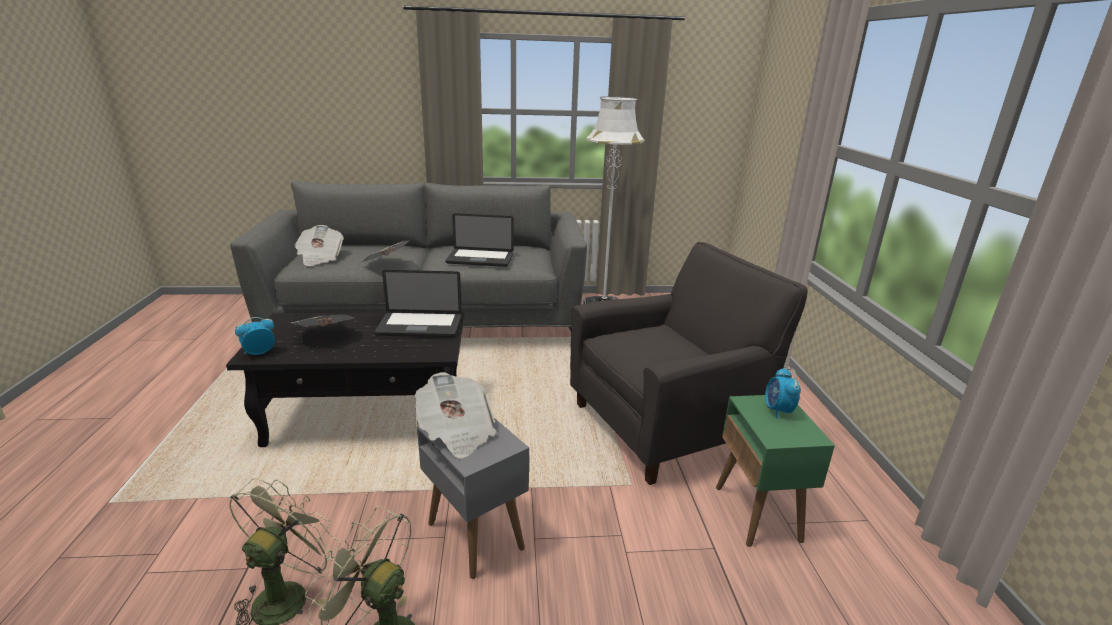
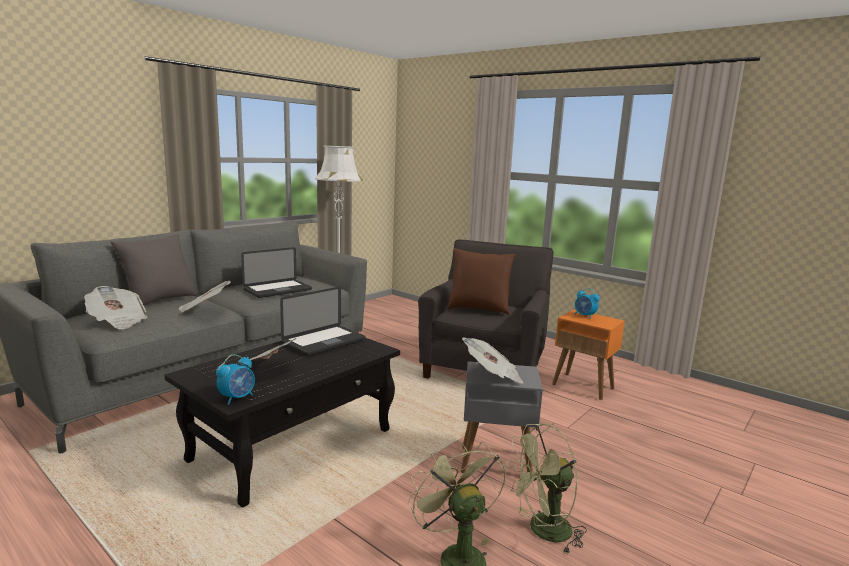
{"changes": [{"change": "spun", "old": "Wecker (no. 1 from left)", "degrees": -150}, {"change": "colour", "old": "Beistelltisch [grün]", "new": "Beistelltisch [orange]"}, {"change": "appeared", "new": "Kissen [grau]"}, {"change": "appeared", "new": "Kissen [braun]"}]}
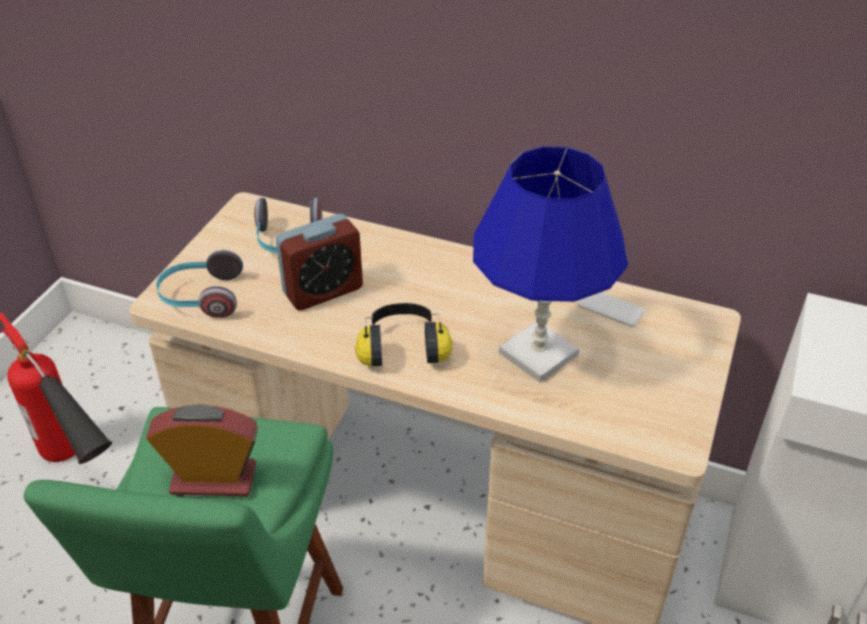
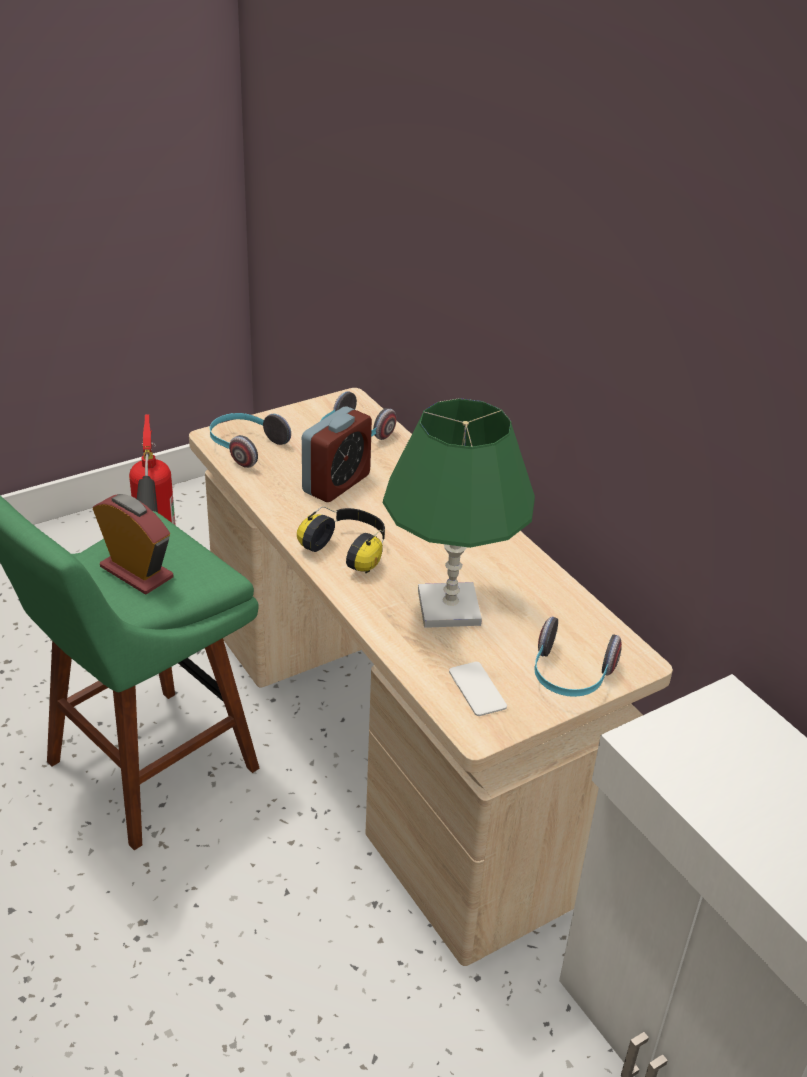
{"changes": [{"change": "spun", "old": "Wecker (no. 2 from left)", "degrees": -60}, {"change": "colour", "old": "Tischlampe [blau]", "new": "Tischlampe [grün]"}, {"change": "relocated", "old": "Handy"}, {"change": "appeared", "new": "Kopfhörer (no. 4 from left)"}]}
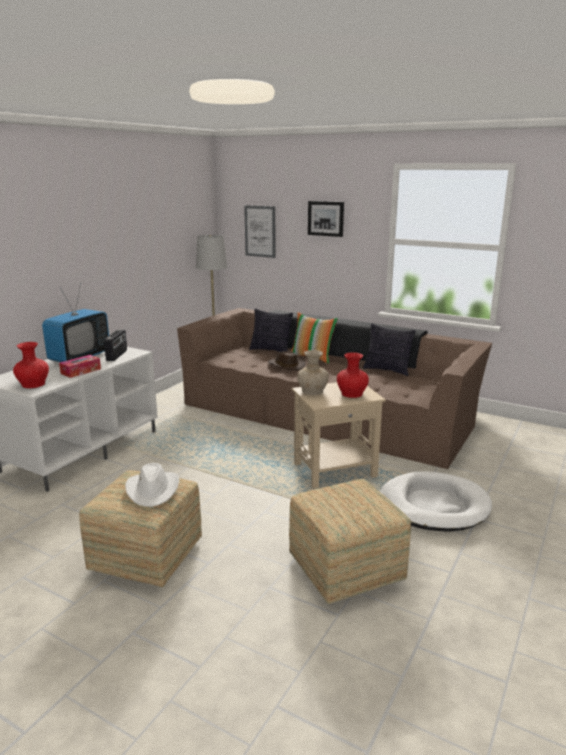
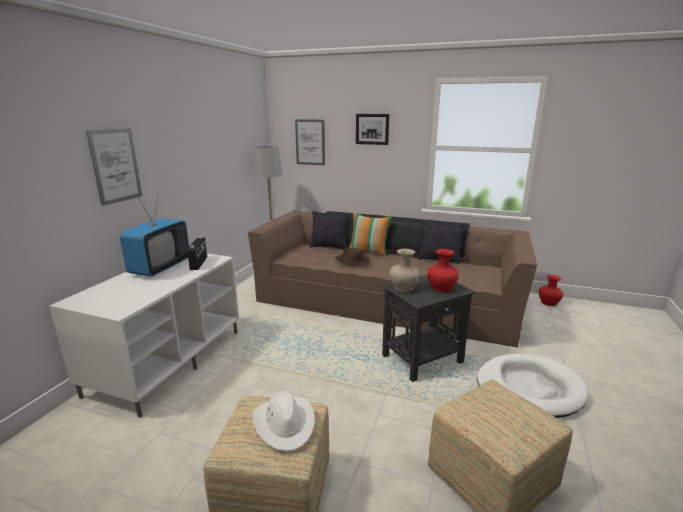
{"changes": [{"change": "relocated", "old": "Vase [rot] (no. 1 from left in the first image)", "new": "Vase [rot] (no. 2 from left)"}, {"change": "missing", "old": "Taschentuchbox"}, {"change": "colour", "old": "Beistelltisch [beige]", "new": "Beistelltisch [schwarz]"}, {"change": "appeared", "new": "Bild (no. 1 from left)"}]}
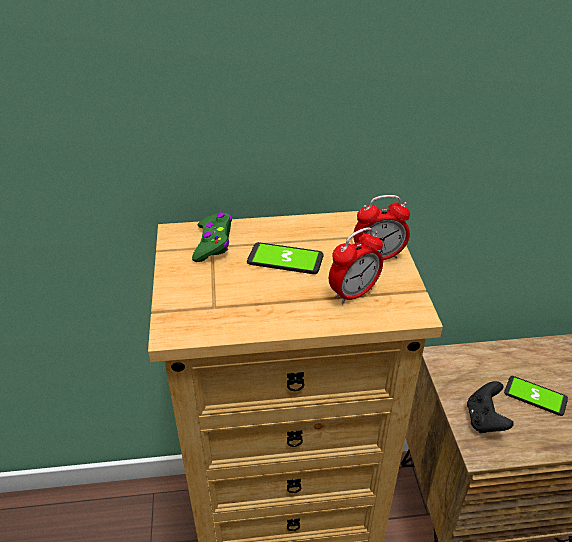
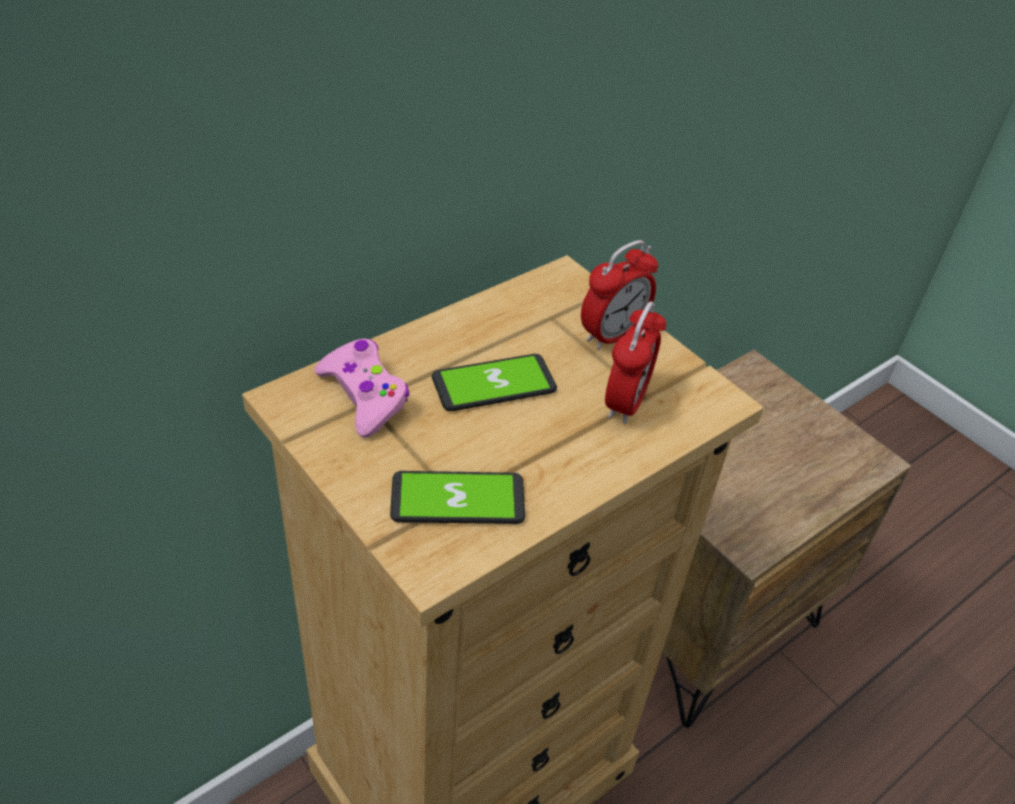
{"changes": [{"change": "colour", "old": "Gamepad [grün]", "new": "Gamepad [rosa]"}, {"change": "missing", "old": "Gamepad [schwarz]"}, {"change": "relocated", "old": "Handy (no. 2 from left in the first image)", "new": "Handy (no. 1 from left)"}]}
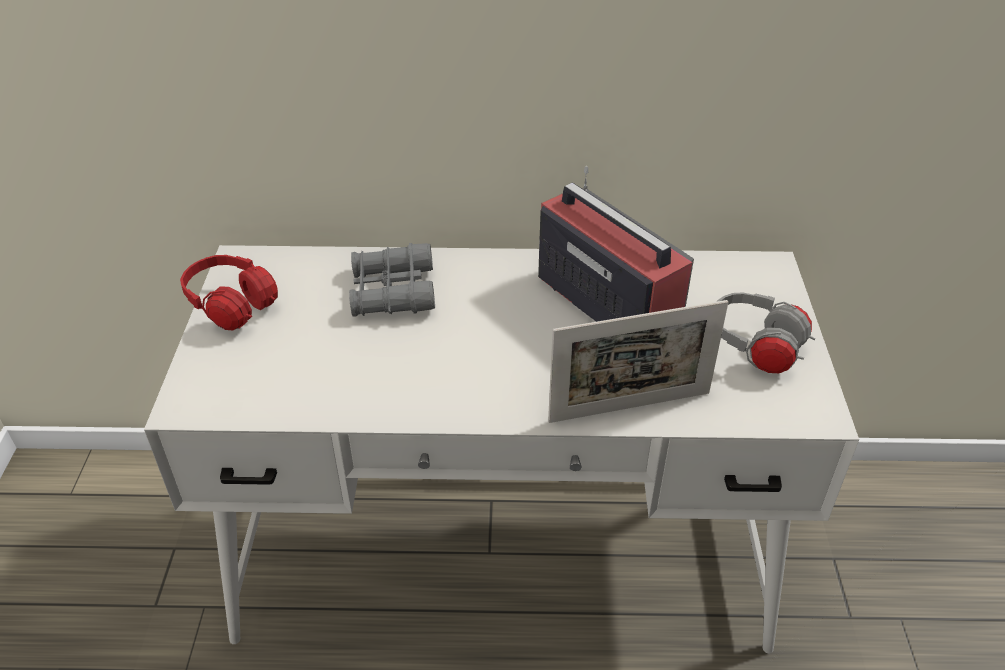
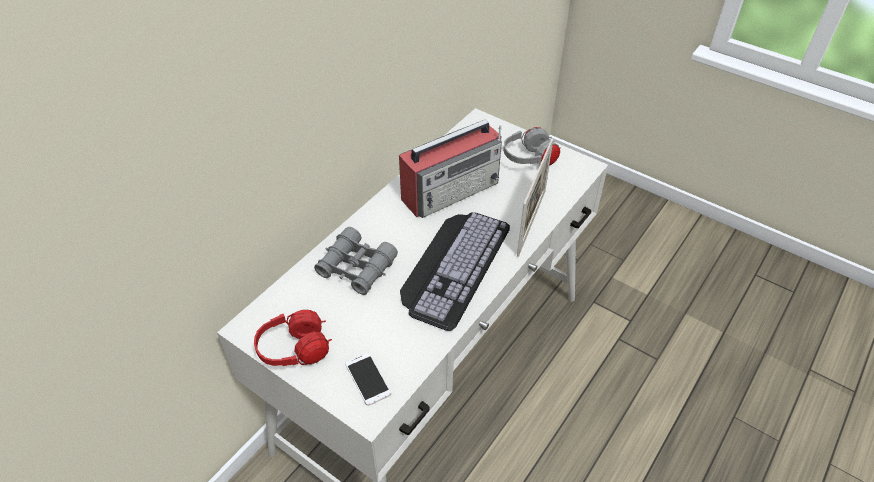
{"changes": [{"change": "spun", "old": "Radio", "degrees": 150}, {"change": "appeared", "new": "Handy"}, {"change": "appeared", "new": "Tastatur"}]}
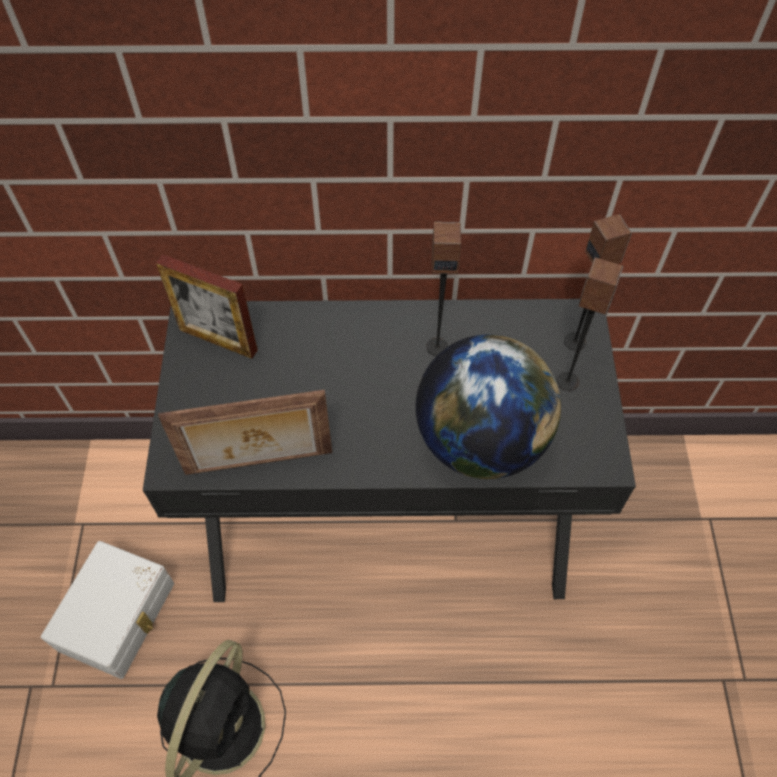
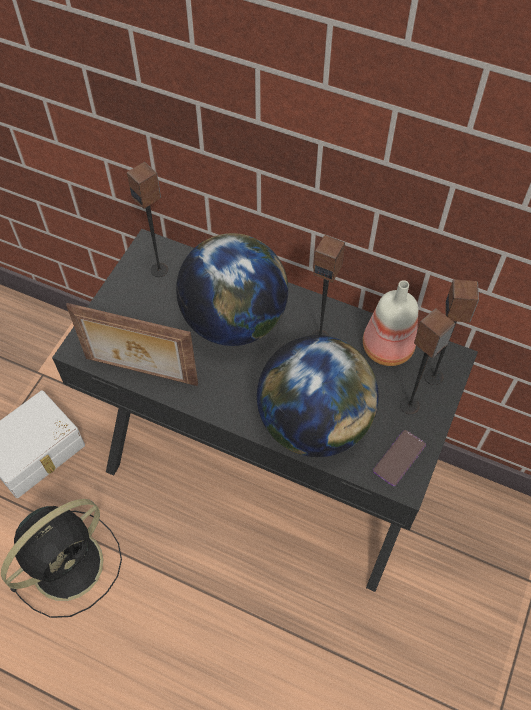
{"changes": [{"change": "exchanged", "old": "Bilderrahmen (no. 1 from left)", "new": "Lautsprecher (no. 1 from left)"}, {"change": "appeared", "new": "Globus (no. 1 from left)"}, {"change": "appeared", "new": "Flasche"}, {"change": "appeared", "new": "Handy"}]}
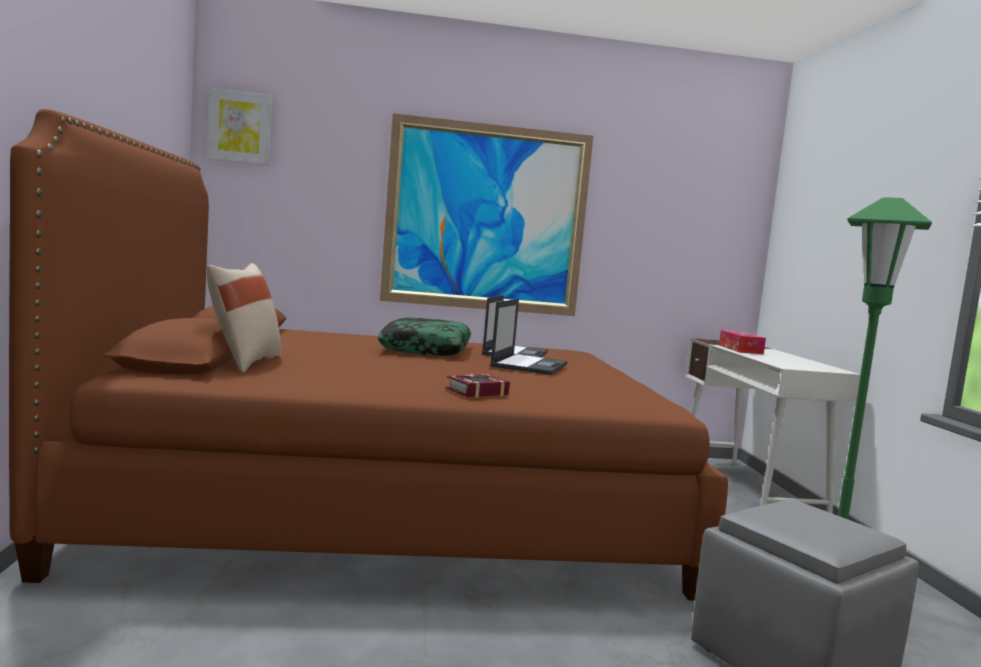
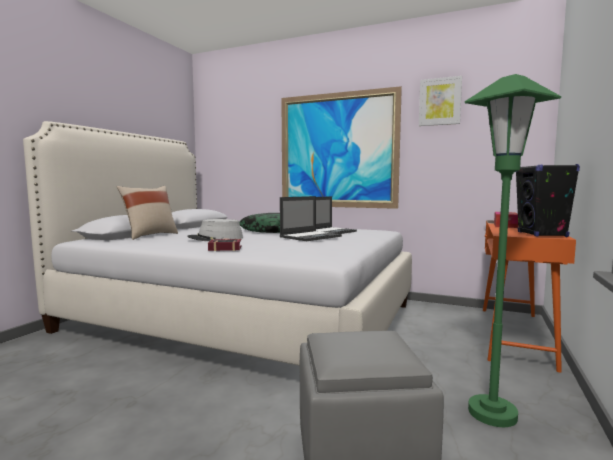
{"changes": [{"change": "colour", "old": "Bett [braun]", "new": "Bett [weiß]"}, {"change": "relocated", "old": "Bild (no. 1 from left in the first image)", "new": "Bild (no. 2 from left)"}, {"change": "colour", "old": "Schreibtisch [weiß]", "new": "Schreibtisch [orange]"}, {"change": "appeared", "new": "Hut [grau]"}, {"change": "appeared", "new": "Lautsprecher [schwarz]"}]}
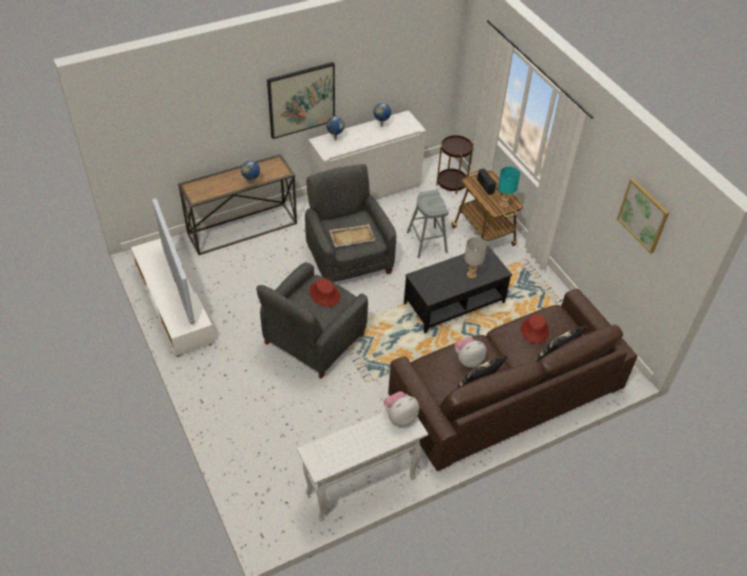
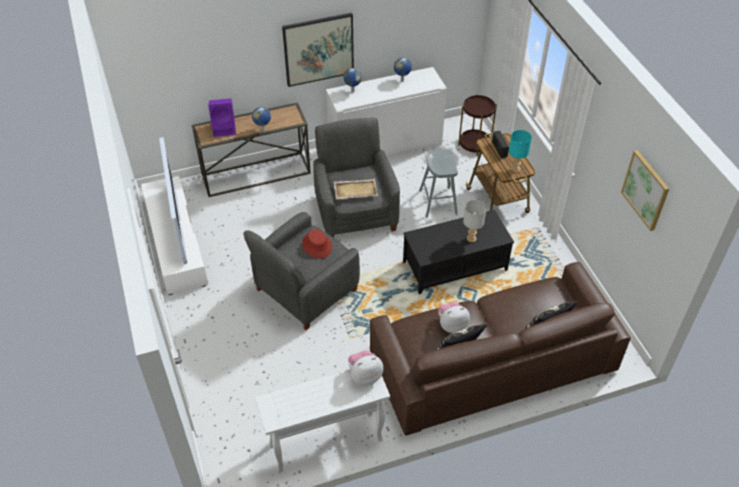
{"changes": [{"change": "missing", "old": "Hut [rot] (no. 2 from left)"}, {"change": "appeared", "new": "Lautsprecher [lila]"}]}
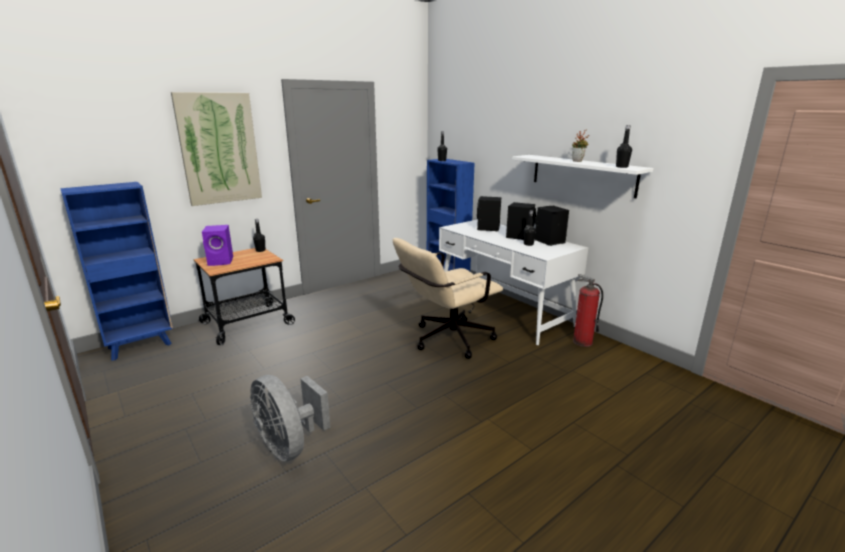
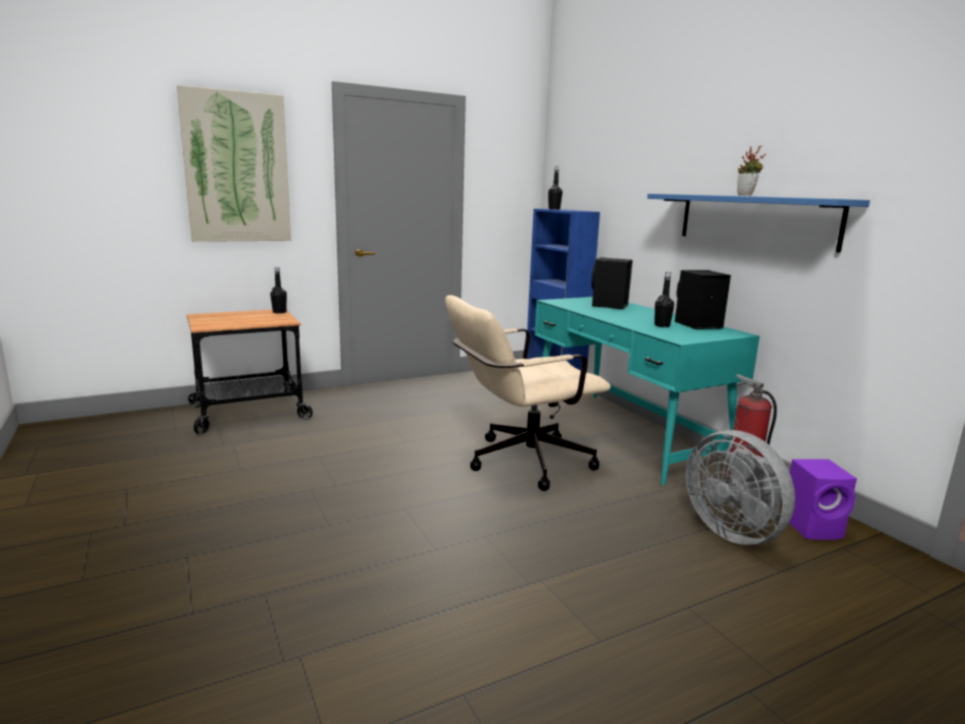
{"changes": [{"change": "missing", "old": "Bücherregal [blau] (no. 1 from left)"}, {"change": "relocated", "old": "Lautsprecher [lila]"}, {"change": "relocated", "old": "Ventilator [grau]"}, {"change": "colour", "old": "Schreibtisch [weiß]", "new": "Schreibtisch [türkis]"}, {"change": "missing", "old": "Lautsprecher [schwarz] (no. 2 from left)"}, {"change": "colour", "old": "Wandregal [weiß]", "new": "Wandregal [blau]"}, {"change": "missing", "old": "Flasche [schwarz] (no. 4 from left)"}]}
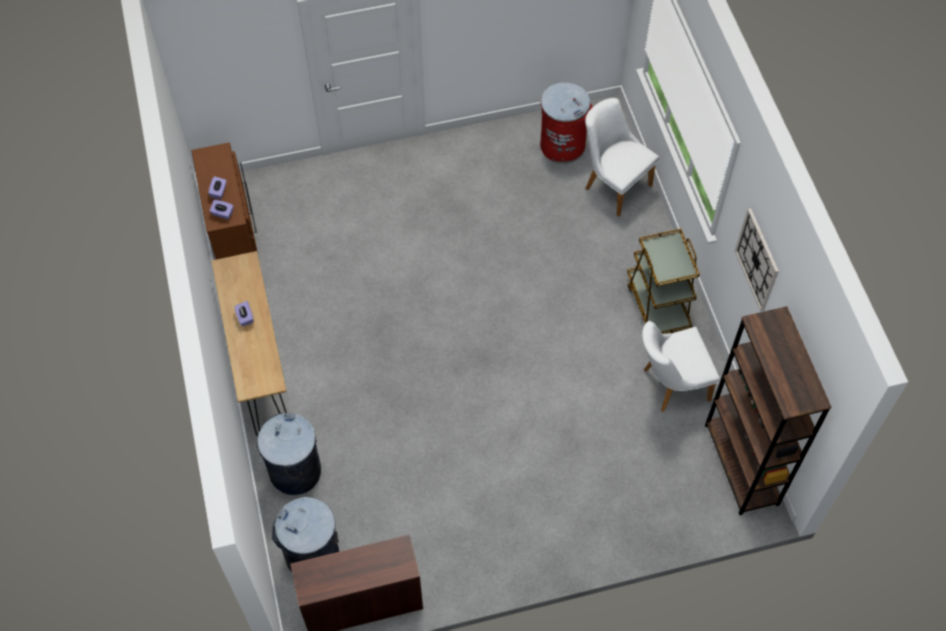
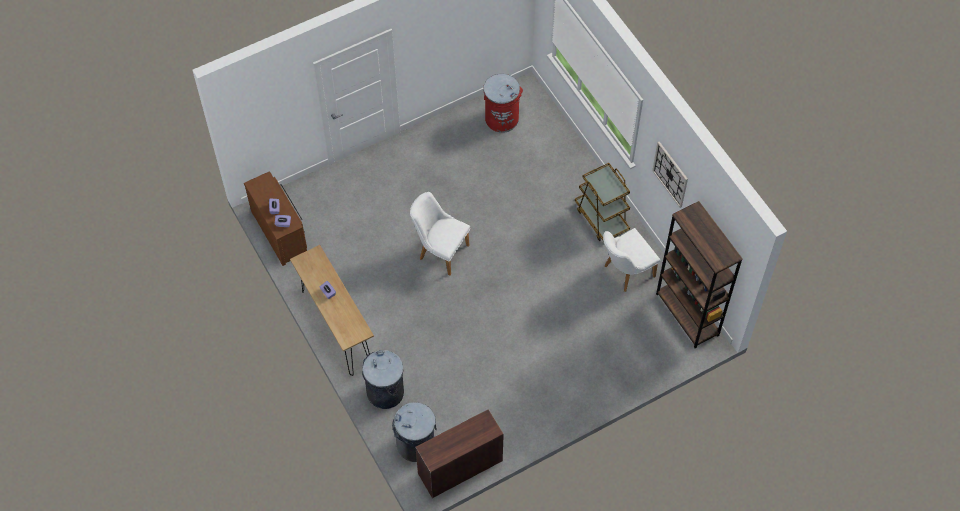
{"changes": [{"change": "relocated", "old": "Stuhl [weiß] (no. 1 from left)"}]}
